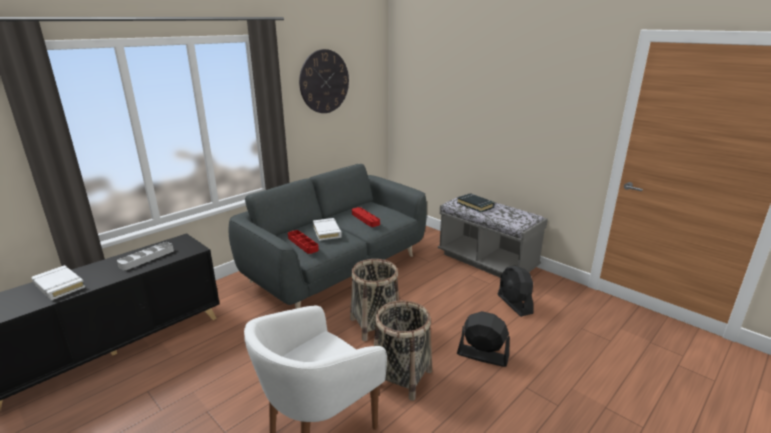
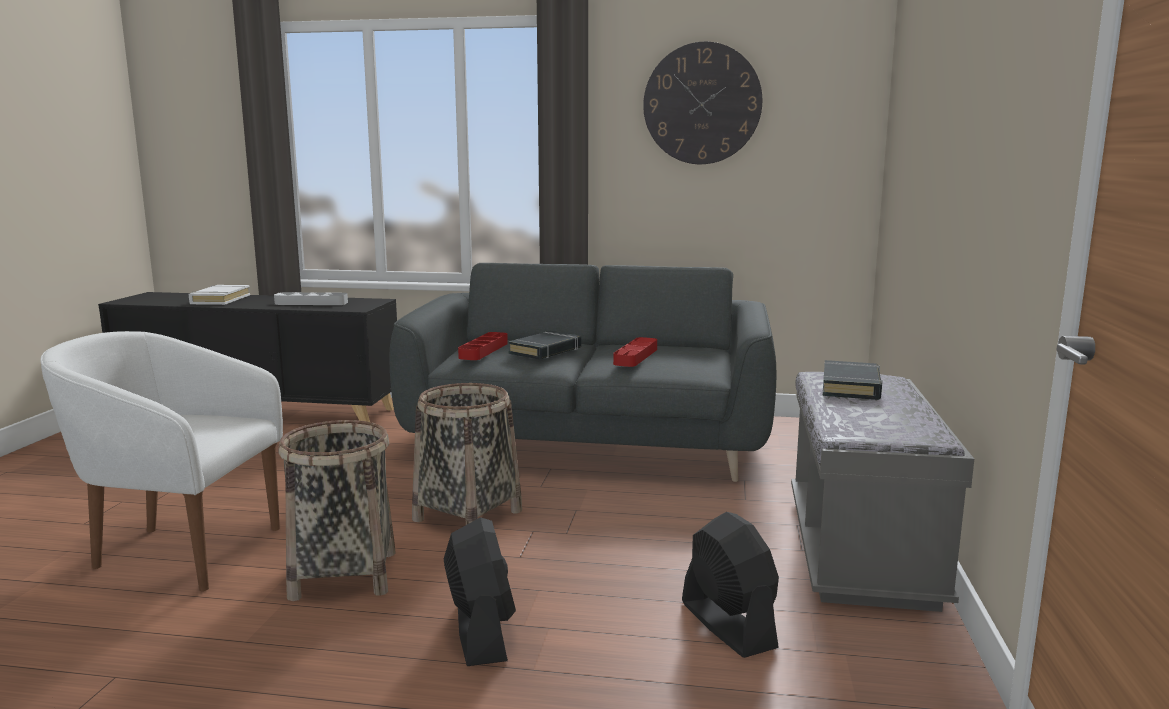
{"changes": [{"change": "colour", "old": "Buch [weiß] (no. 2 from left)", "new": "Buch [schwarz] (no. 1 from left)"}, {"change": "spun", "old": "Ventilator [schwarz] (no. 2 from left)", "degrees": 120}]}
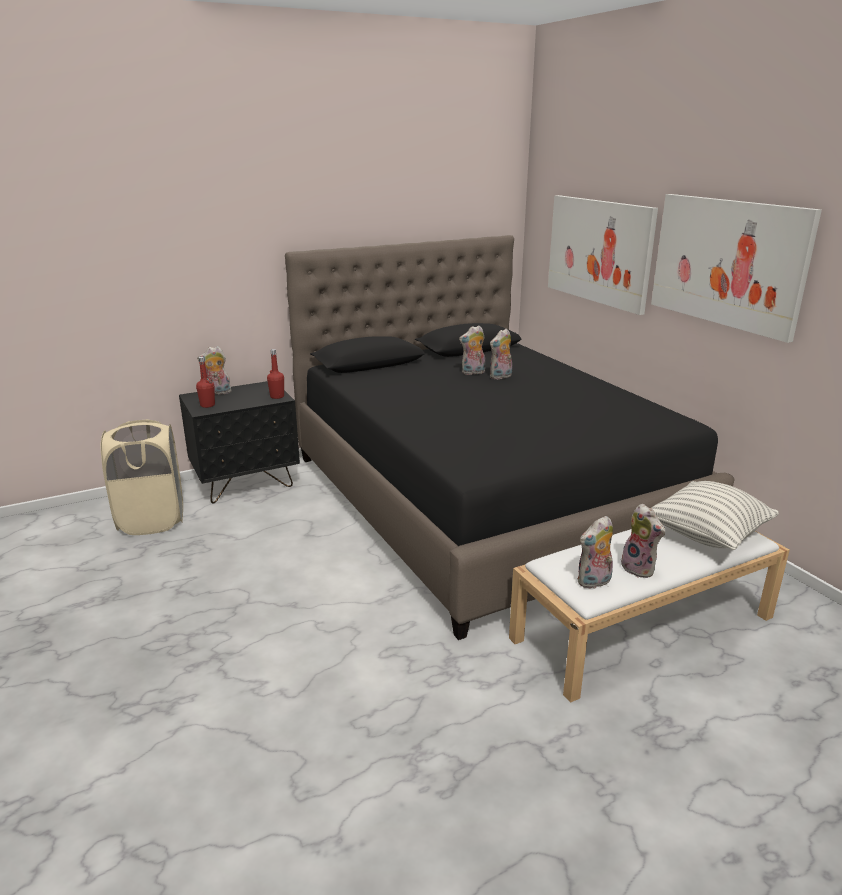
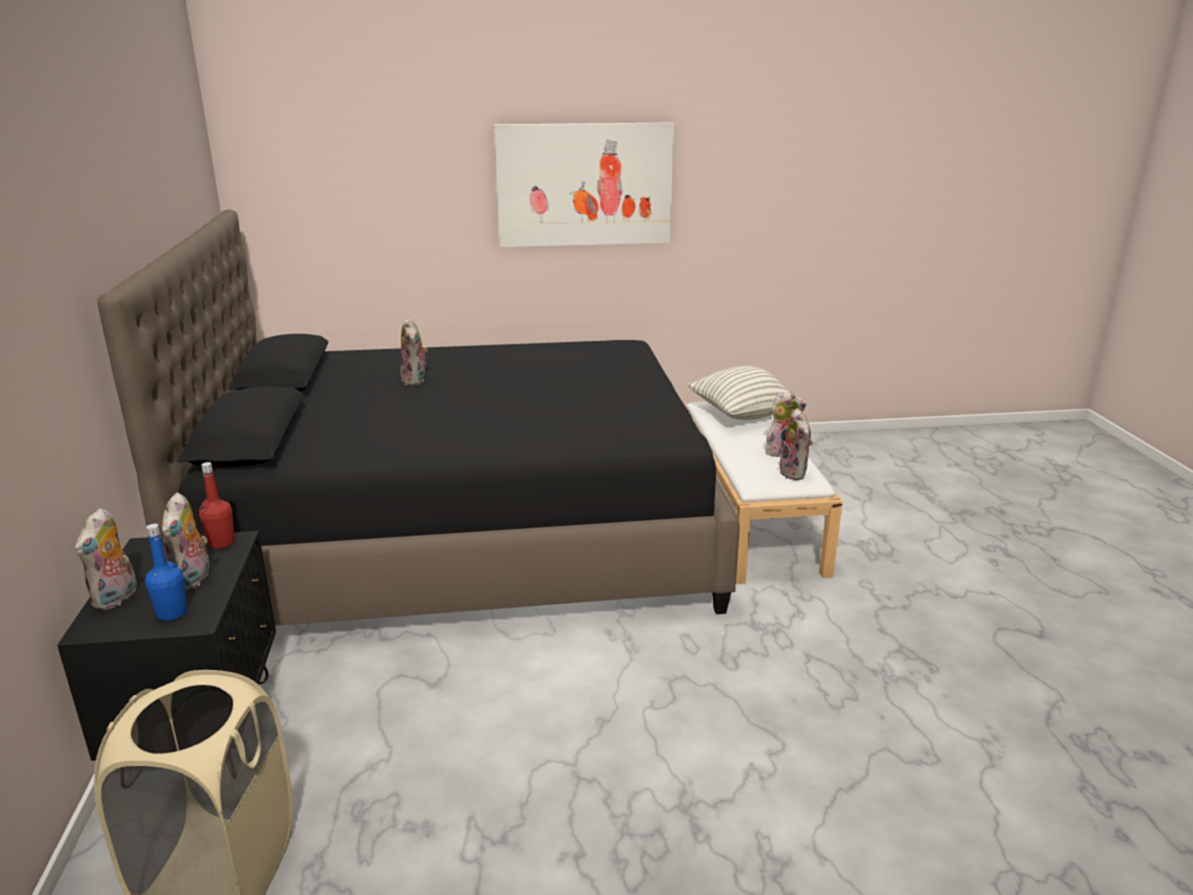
{"changes": [{"change": "colour", "old": "Flasche [rot] (no. 1 from left)", "new": "Flasche [blau]"}, {"change": "relocated", "old": "Plüschtier (no. 2 from left)"}, {"change": "missing", "old": "Bild (no. 1 from left)"}]}
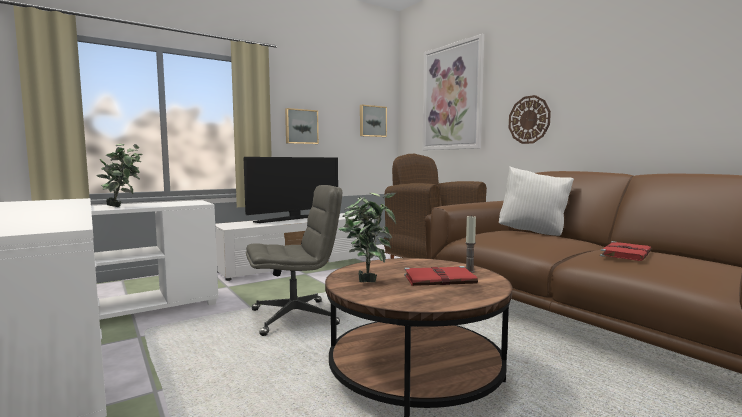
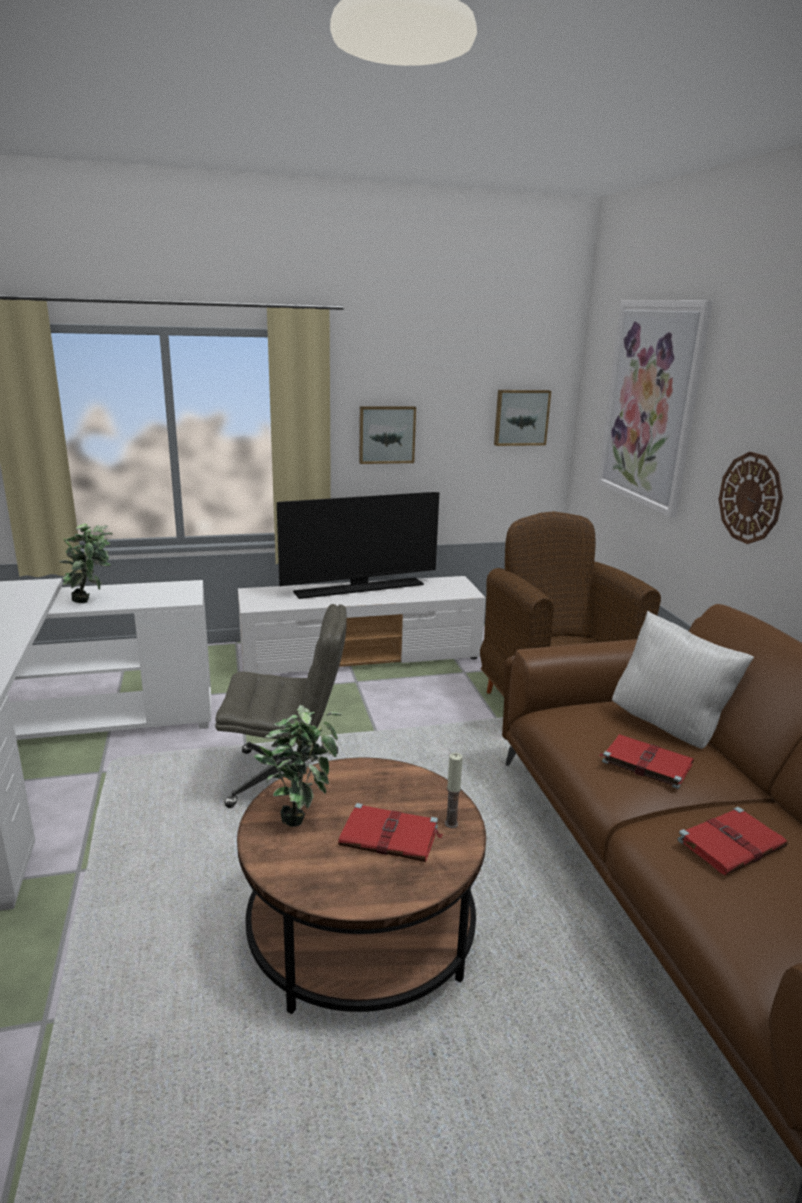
{"changes": [{"change": "appeared", "new": "Buch [rot] (no. 2 from left)"}]}
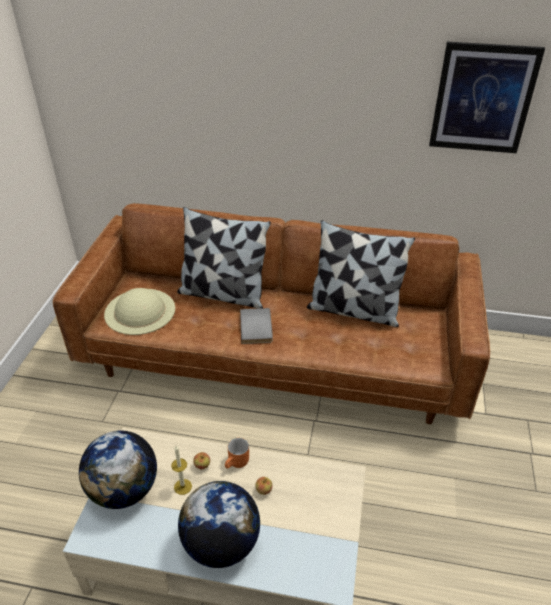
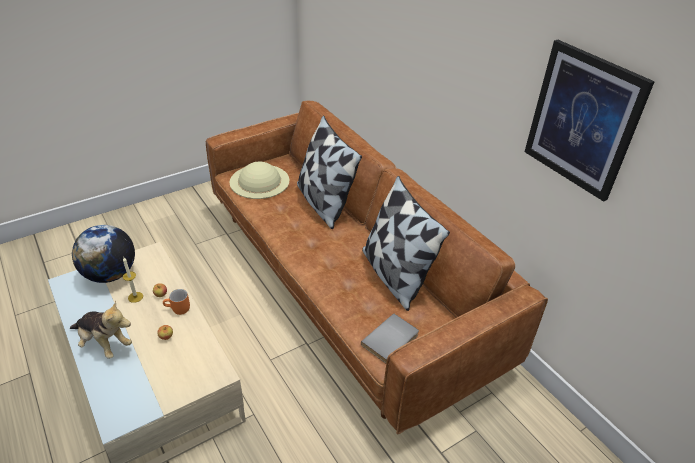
{"changes": [{"change": "exchanged", "old": "Globus (no. 2 from left)", "new": "Plüschtier"}, {"change": "relocated", "old": "Buch [grau]"}]}
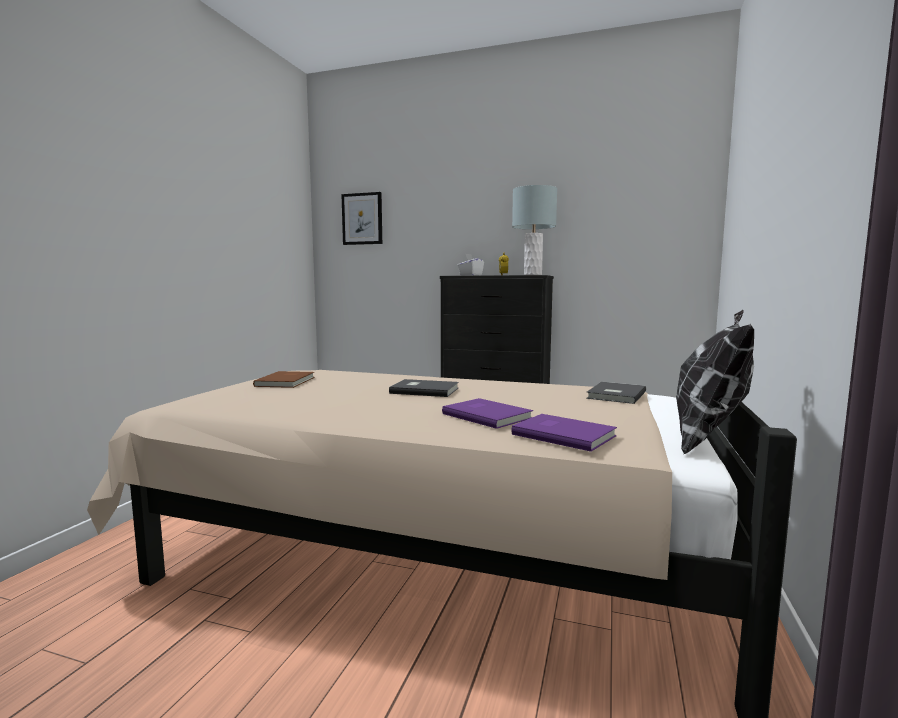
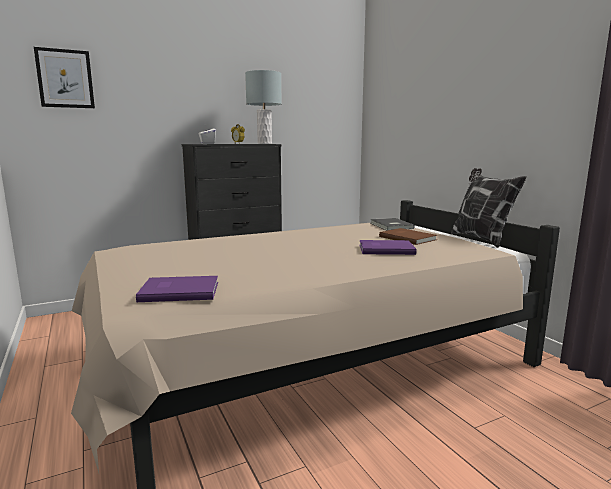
{"changes": [{"change": "relocated", "old": "Buch [braun]"}, {"change": "missing", "old": "Buch [grau] (no. 1 from left)"}, {"change": "relocated", "old": "Buch [lila] (no. 2 from left in the first image)", "new": "Buch [lila] (no. 1 from left)"}]}
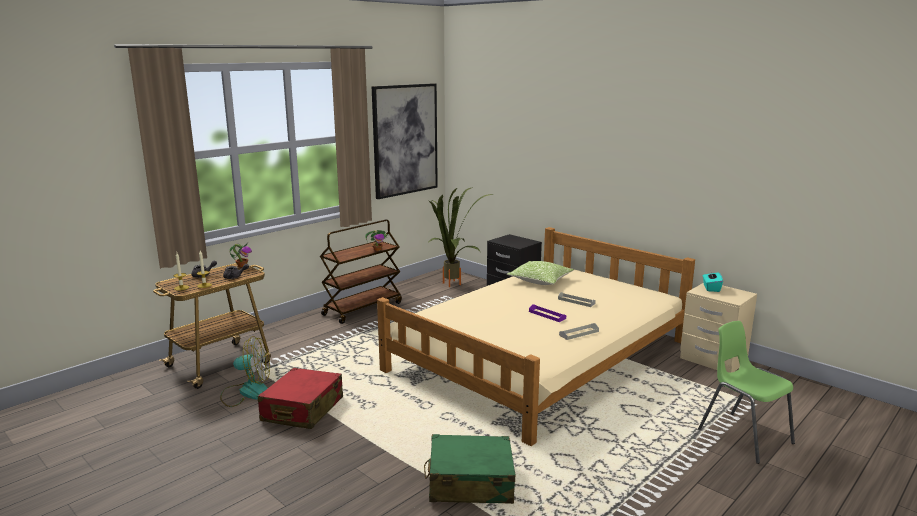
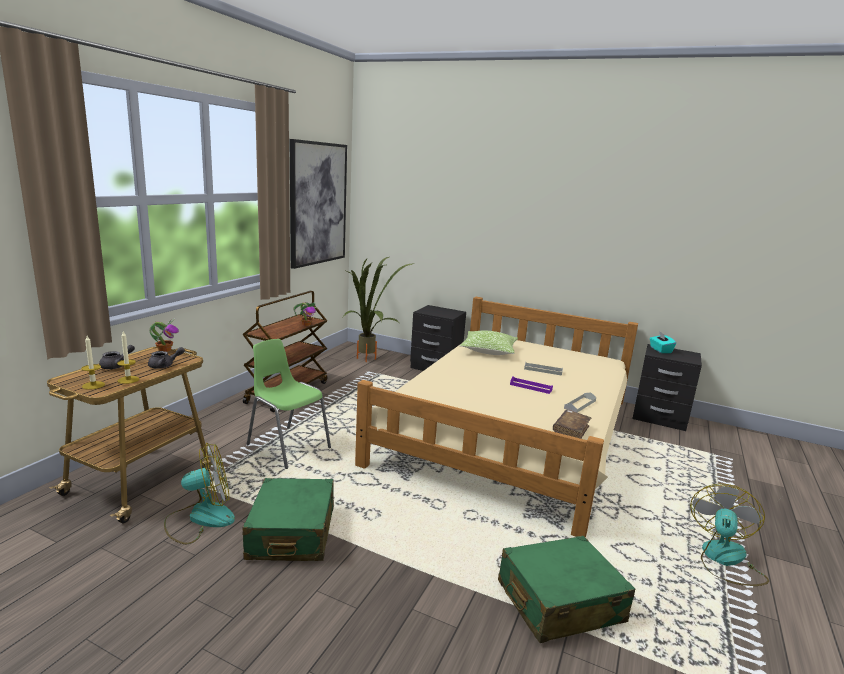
{"changes": [{"change": "colour", "old": "Koffer [rot]", "new": "Koffer [grün] (no. 1 from left)"}, {"change": "colour", "old": "Nachttisch [beige]", "new": "Nachttisch [schwarz] (no. 2 from left)"}, {"change": "relocated", "old": "Stuhl [grün]"}, {"change": "appeared", "new": "Buch [braun]"}, {"change": "appeared", "new": "Ventilator (no. 2 from left)"}]}
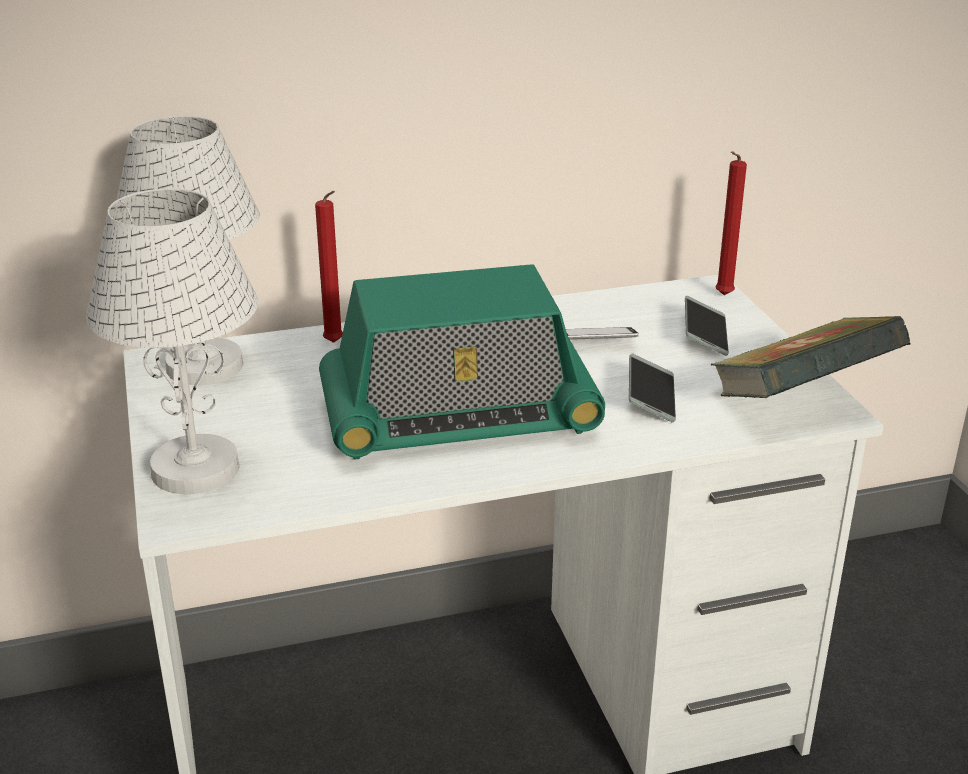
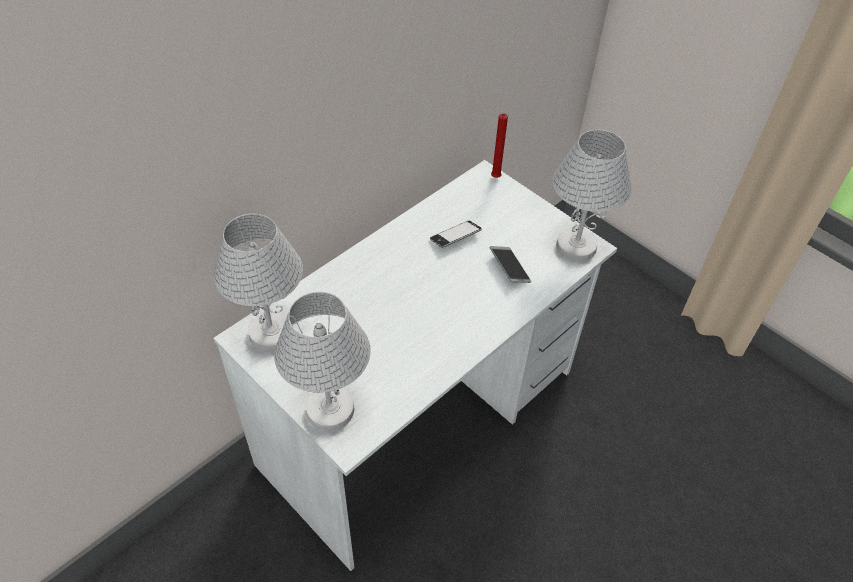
{"changes": [{"change": "missing", "old": "Kerze [rot] (no. 1 from left)"}, {"change": "missing", "old": "Radio"}, {"change": "missing", "old": "Handy (no. 3 from left)"}, {"change": "exchanged", "old": "Buch", "new": "Tischlampe [weiß] (no. 3 from left)"}]}
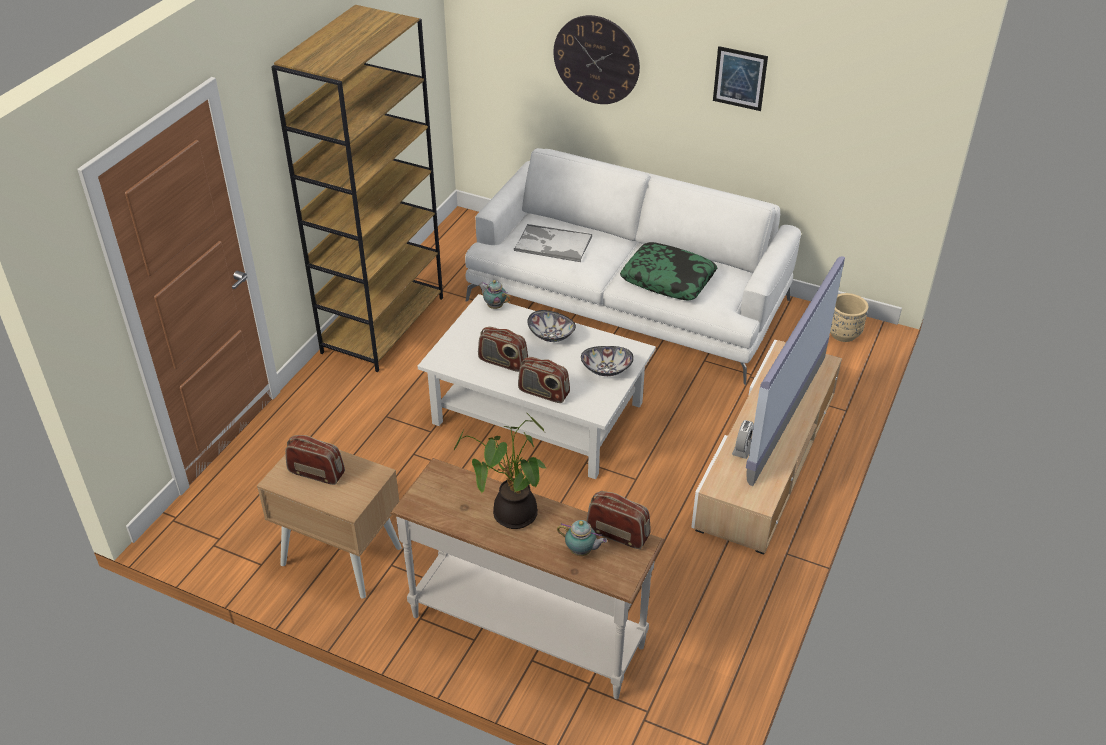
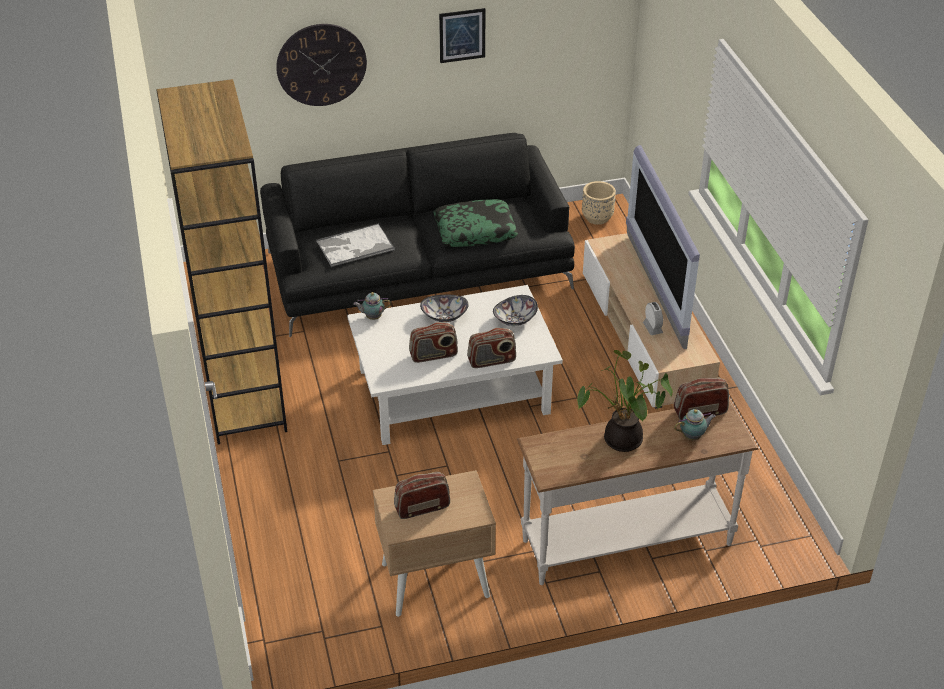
{"changes": [{"change": "colour", "old": "Sofa [weiß]", "new": "Sofa [schwarz]"}]}
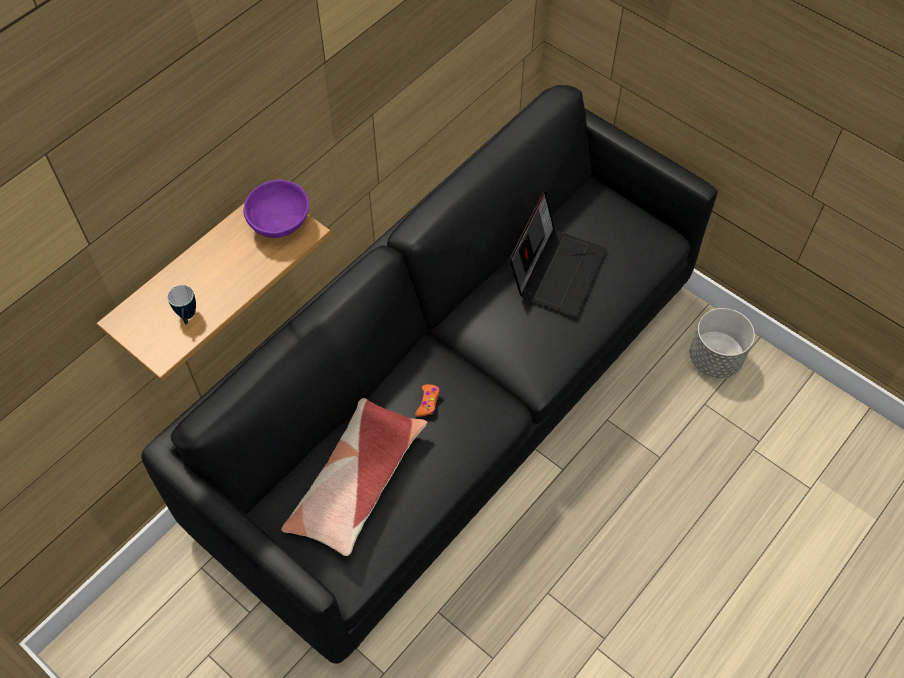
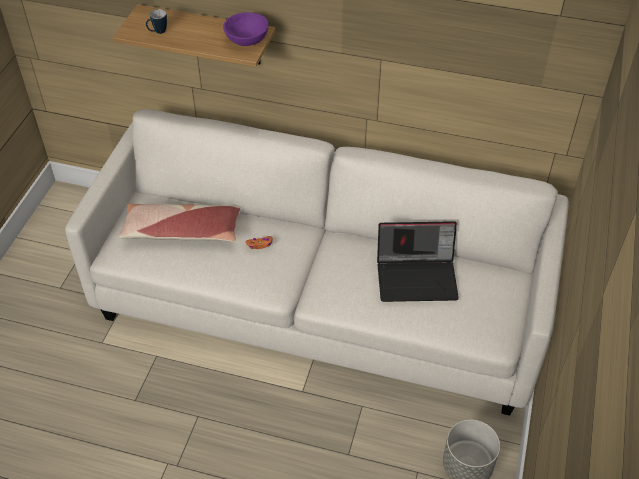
{"changes": [{"change": "colour", "old": "Sofa [schwarz]", "new": "Sofa [weiß]"}]}
